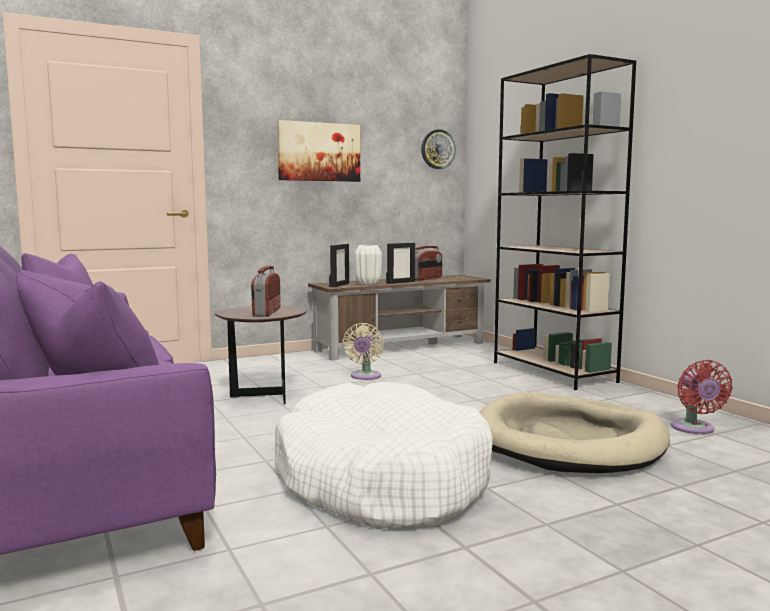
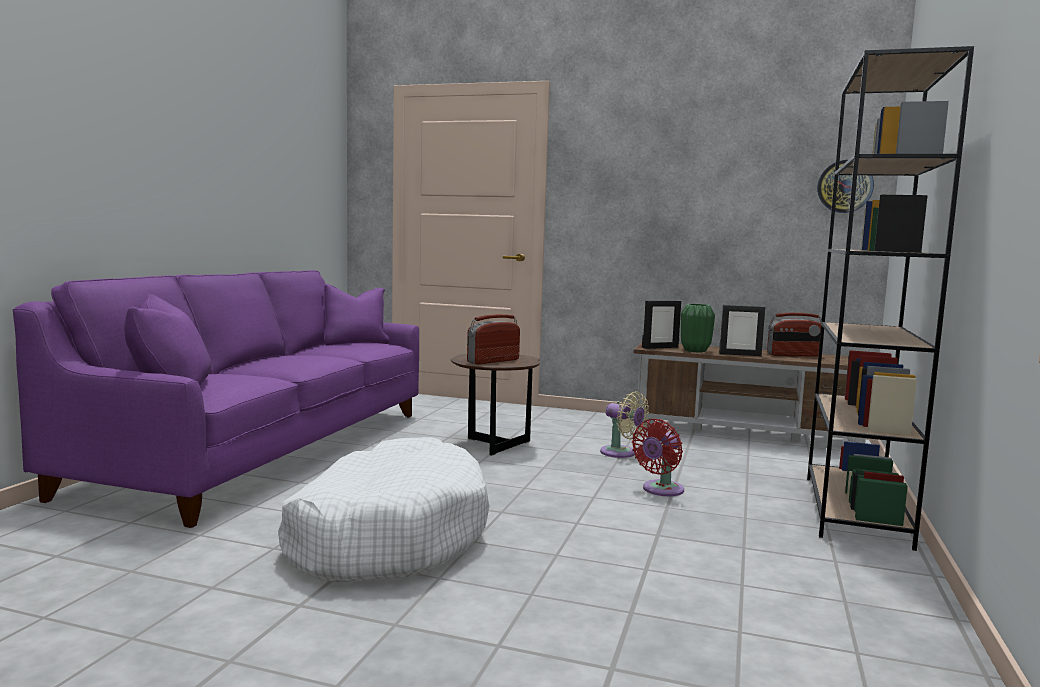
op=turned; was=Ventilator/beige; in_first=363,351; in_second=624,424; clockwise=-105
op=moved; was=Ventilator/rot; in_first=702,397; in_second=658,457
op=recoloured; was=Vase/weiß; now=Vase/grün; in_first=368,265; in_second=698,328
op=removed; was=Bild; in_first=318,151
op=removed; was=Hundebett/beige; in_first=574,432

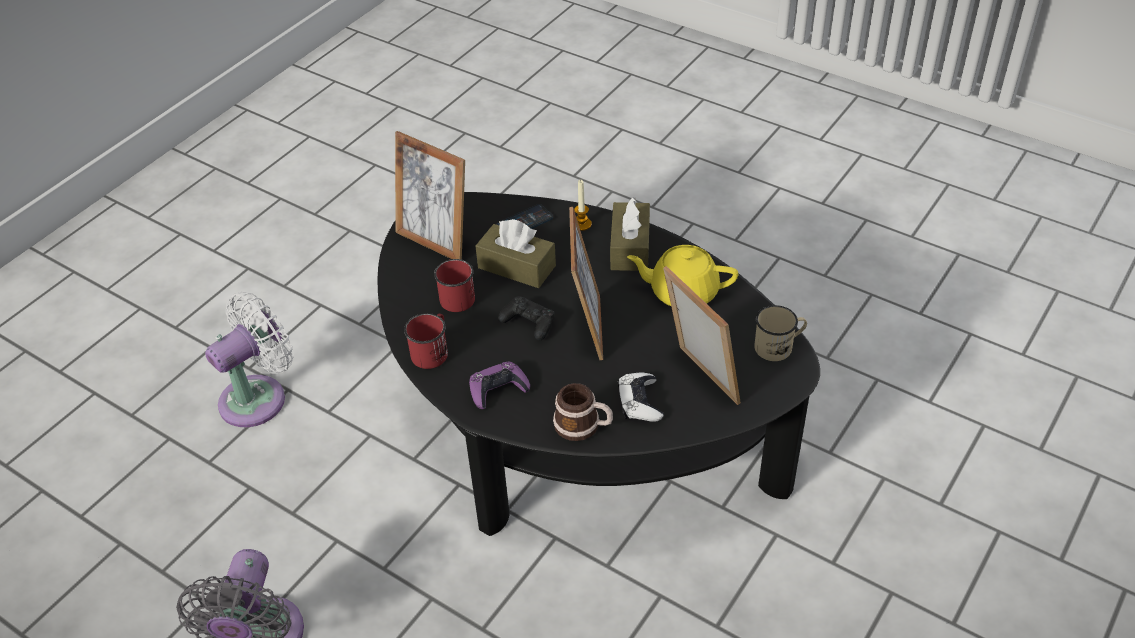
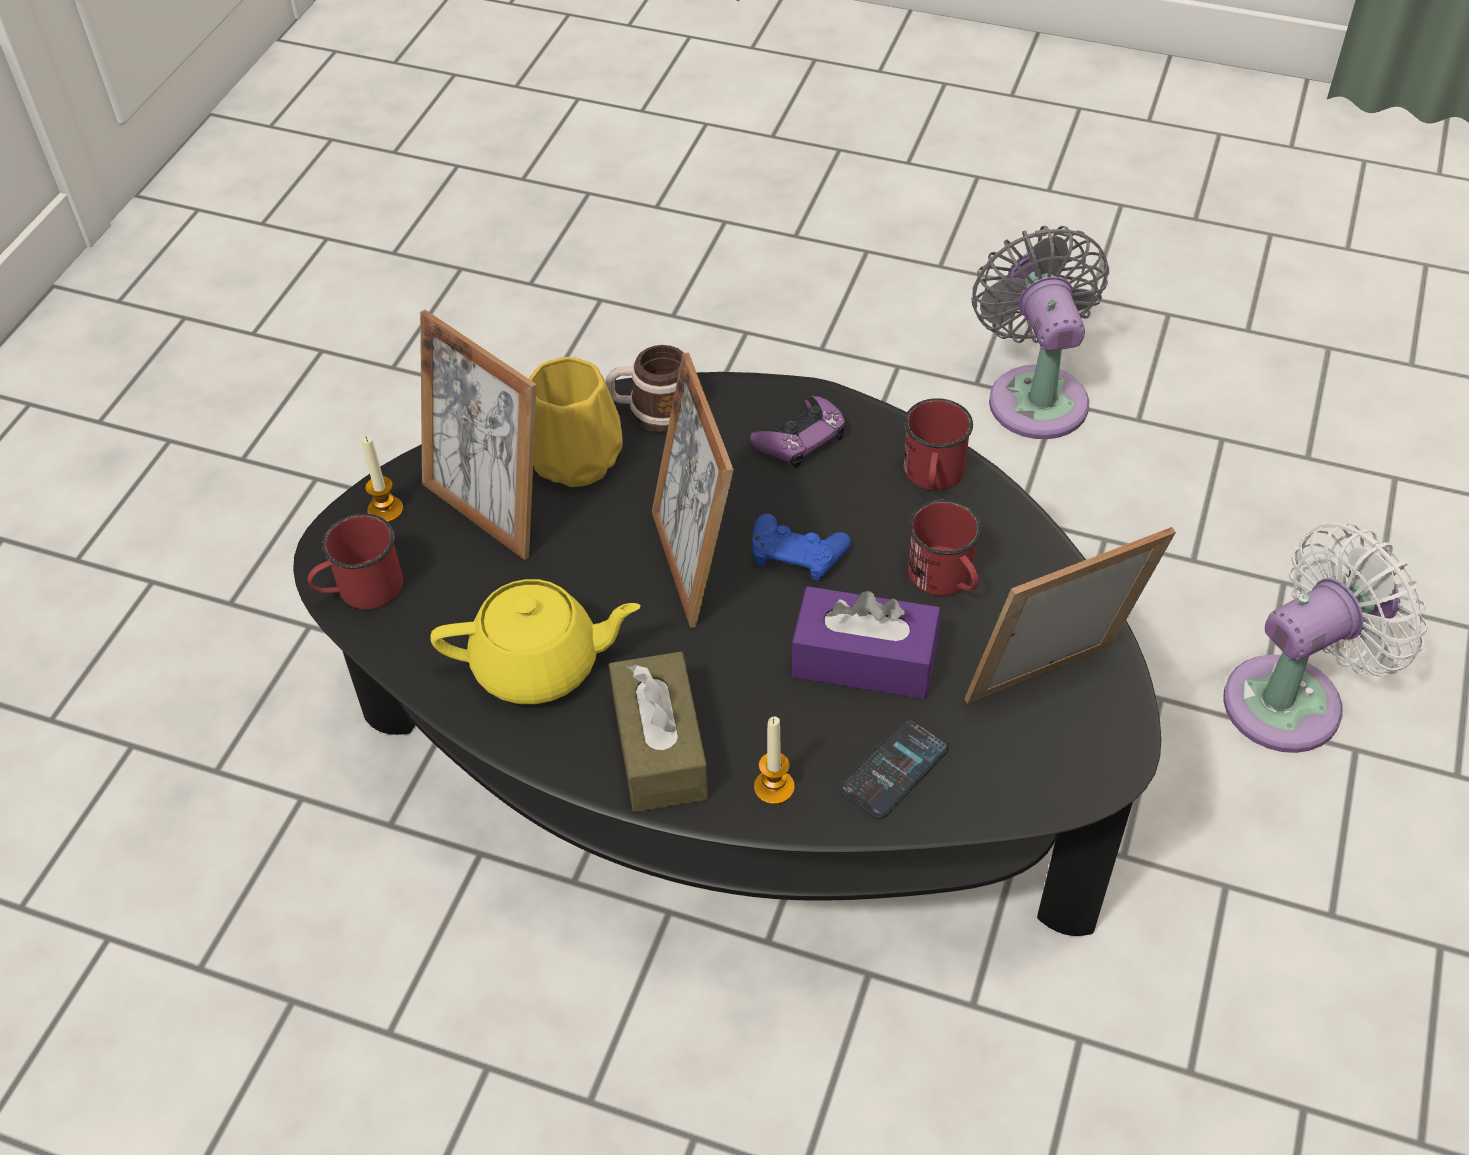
op=recoloured; was=Henkelbecher/beige; now=Henkelbecher/rot; in_first=780,333; in_second=355,561
op=added; now=Kerze; in_second=382,479
op=replaced; was=Gamepad/weiß; now=Vase/gelb; in_first=641,397; in_second=576,422
op=recoloured; was=Gamepad/schwarz; now=Gamepad/blau; in_first=526,318; in_second=801,547
op=recoloured; was=Taschentuchbox/braun; now=Taschentuchbox/lila; in_first=515,253; in_second=866,642
op=turned; was=Bilderrahmen; in_first=430,195; in_second=1070,615; clockwise=-45
op=turned; was=Ventilator/weiß; in_first=249,359; in_second=1325,638; clockwise=-150

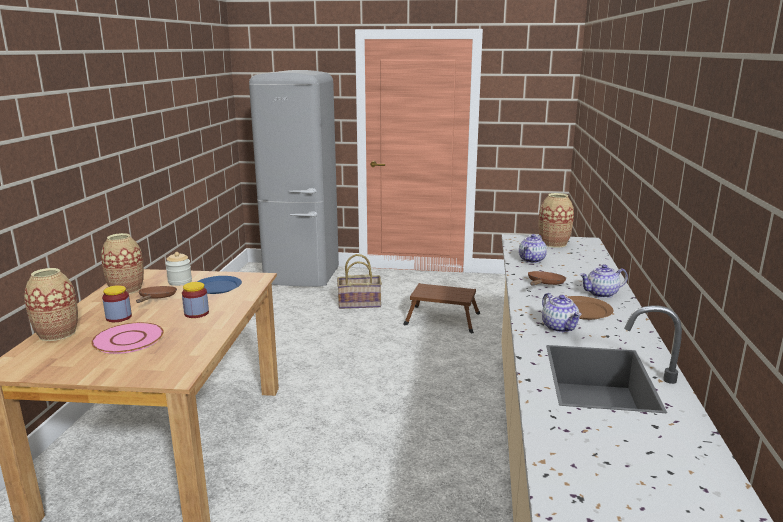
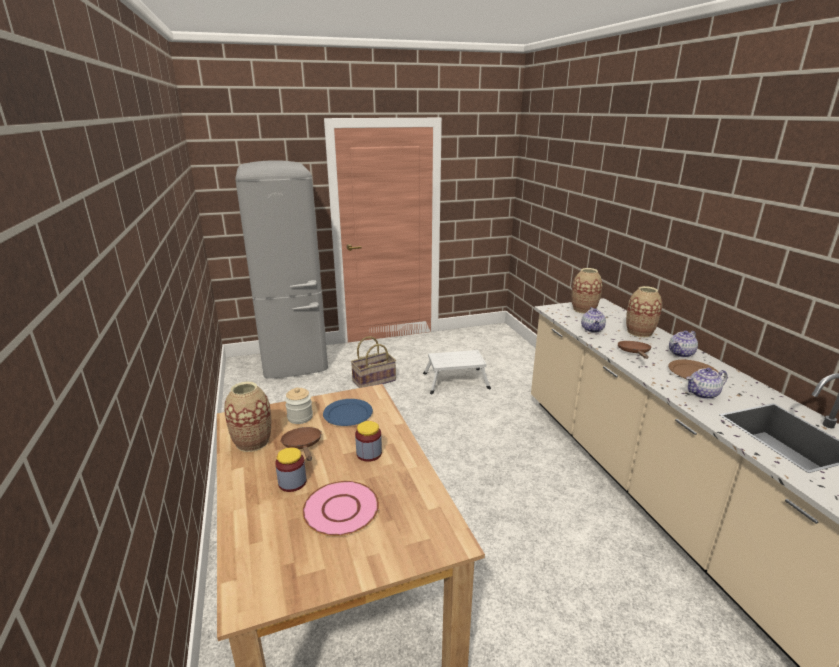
op=recoloured; was=Trittleiter/braun; now=Trittleiter/weiß; in_first=442,308; in_second=457,372
op=moved; was=Vase; in_first=51,304; in_second=644,311
op=turned; was=Teekanne; in_first=562,313; in_second=707,383; clockwise=120

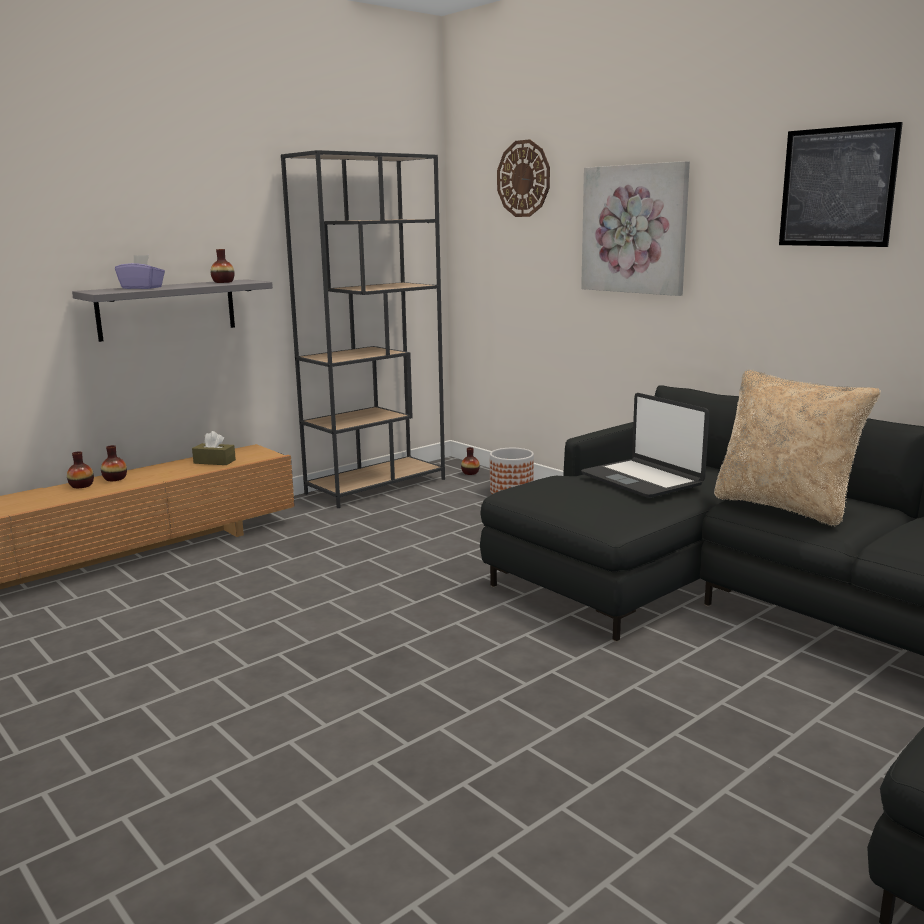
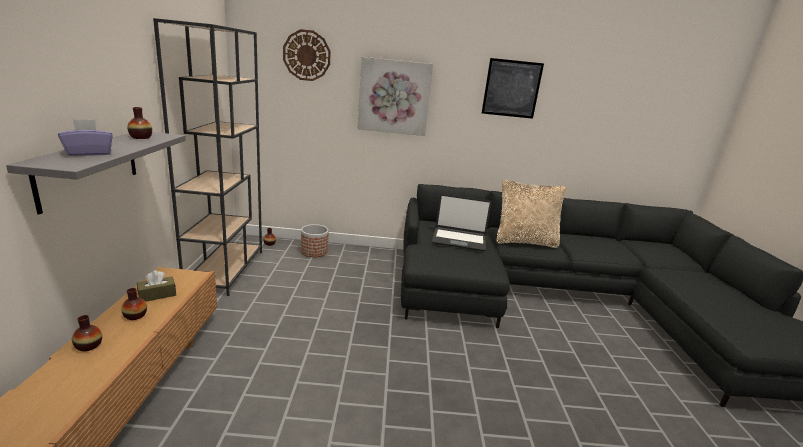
op=moved; was=Vase; in_first=80,469; in_second=134,304

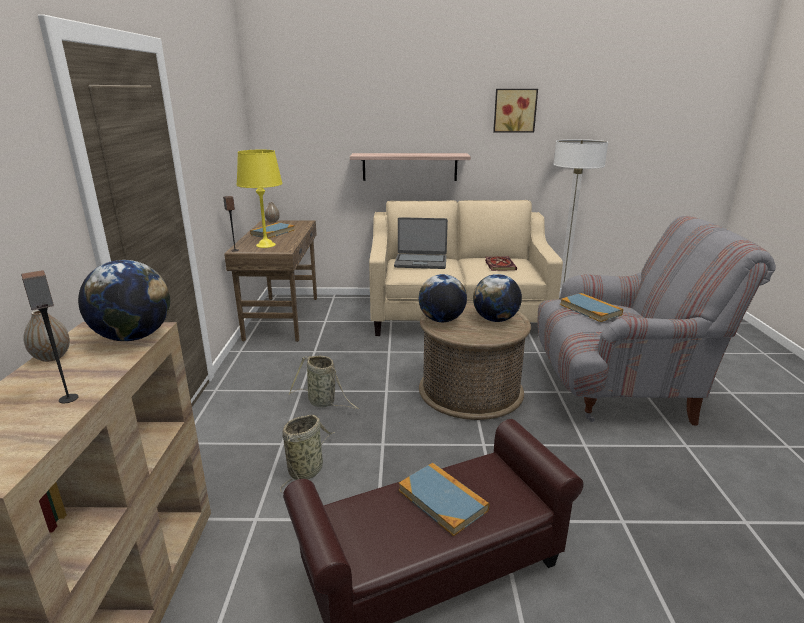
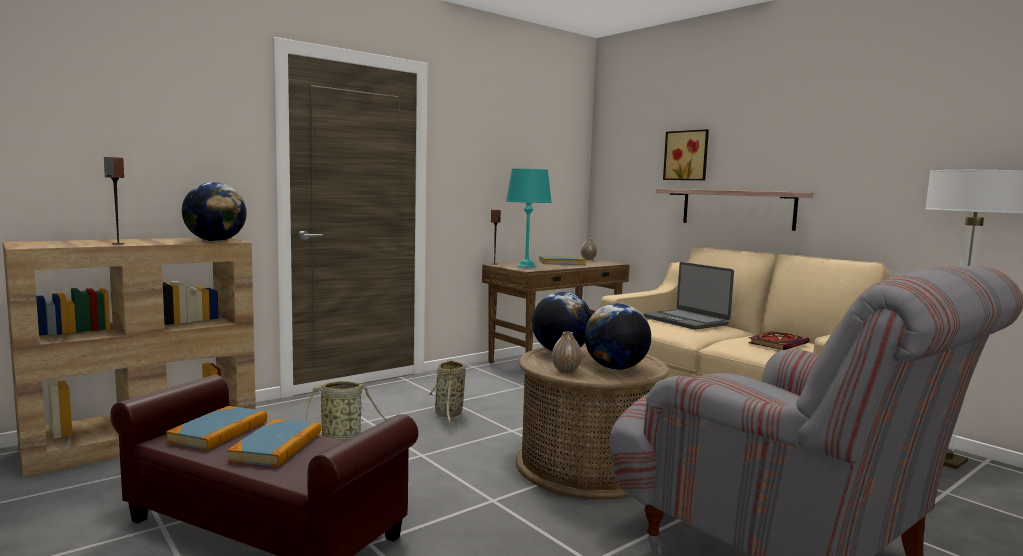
op=moved; was=Buch; in_first=591,307; in_second=216,428
op=recoloured; was=Tischlampe/gelb; now=Tischlampe/türkis; in_first=259,199; in_second=529,218
op=moved; was=Vase; in_first=46,336; in_second=567,352
op=moved; was=Bild; in_first=515,111; in_second=686,154

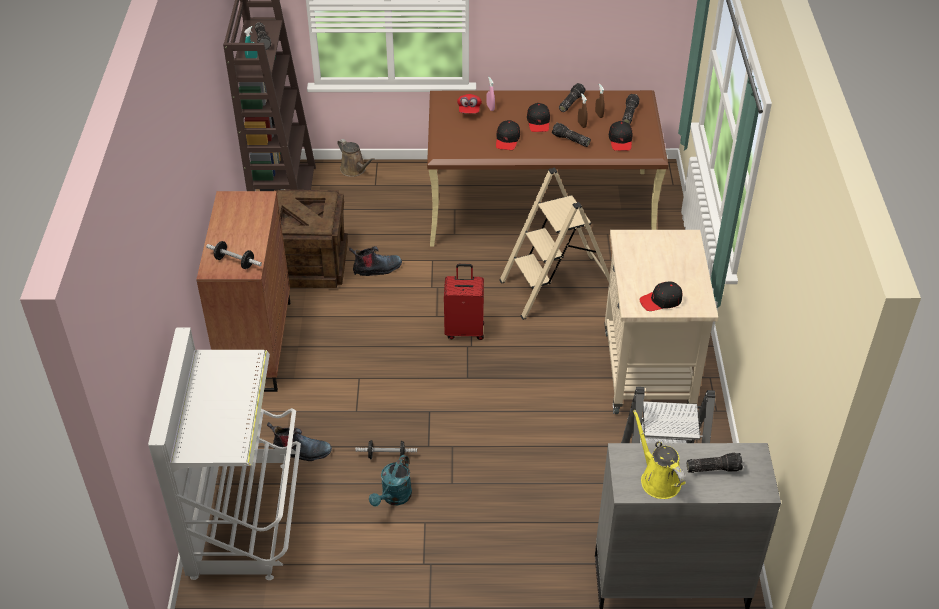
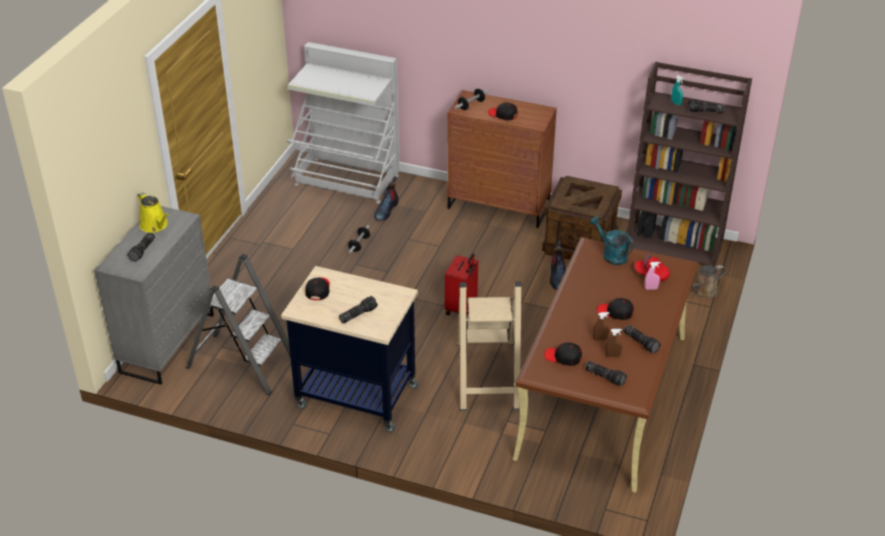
op=turned; was=Gießkanne/gelb; in_first=659,454; in_second=153,212; clockwise=60
op=recoloured; was=Rollwagen/beige; now=Rollwagen/blau; in_first=661,322; in_second=350,349
op=moved; was=Taschenlampe; in_first=571,135; in_second=358,309
op=moved; was=Kappe/schwarz; in_first=508,135; in_second=502,111
op=moved; was=Gießkanne/türkis; in_first=390,481; in_second=612,240

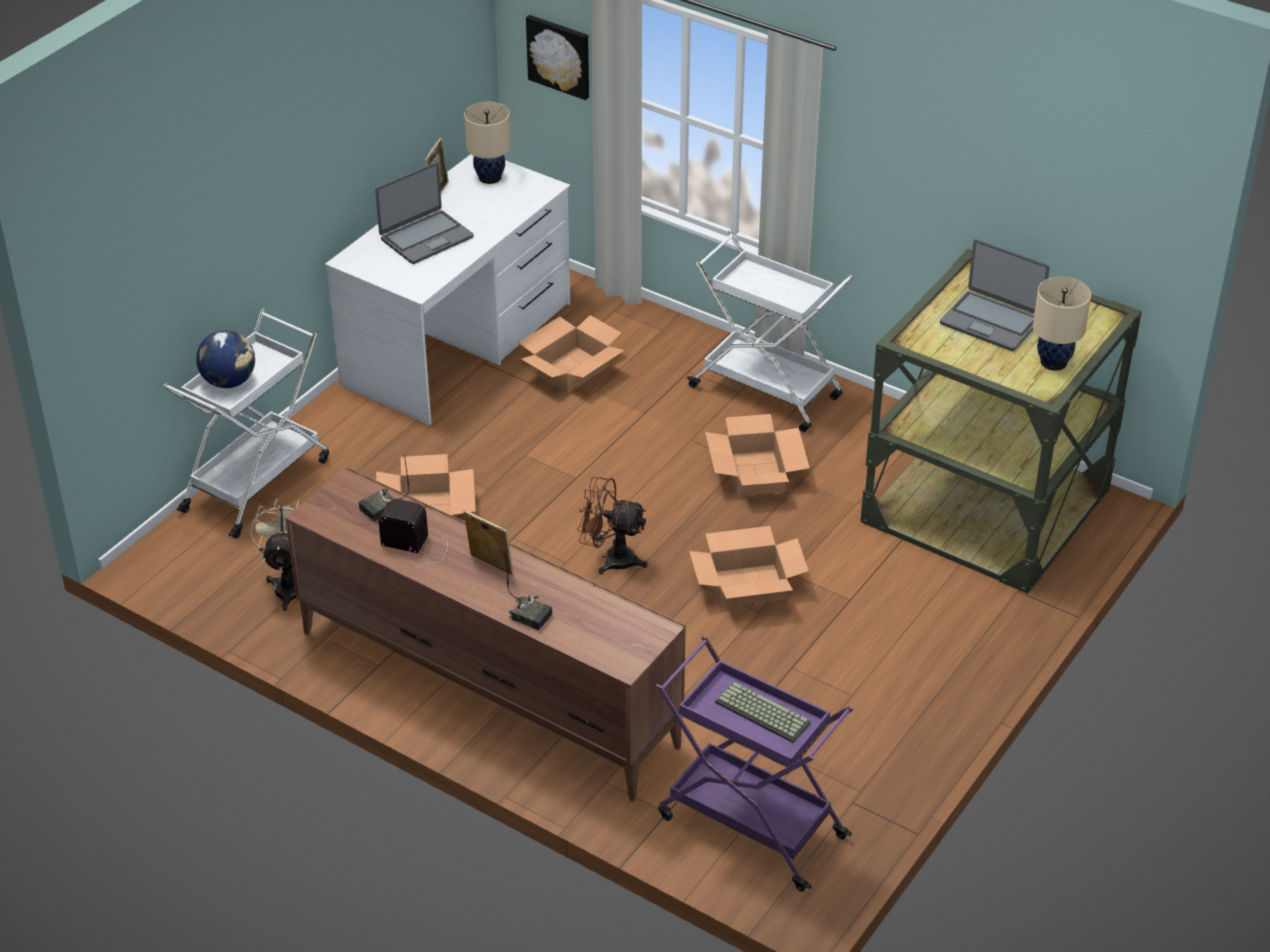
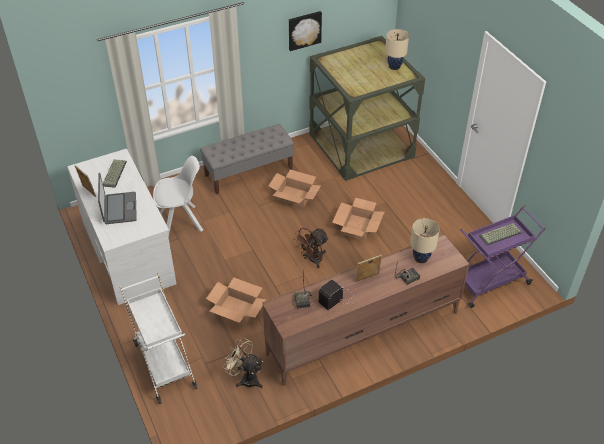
op=added; now=Tastatur; in_second=115,173
op=replaced; was=Karton; now=Stuhl/weiß; in_first=571,354; in_second=178,196
op=replaced; was=Rollwagen/weiß; now=Bank/grau; in_first=769,331; in_second=247,159
op=moved; was=Bild; in_first=557,57; in_second=305,31
op=moved; was=Tischlampe/beige; in_first=487,143; in_second=425,240
op=removed; was=Globus; in_first=225,359
op=removed; was=Laptop; in_first=995,295

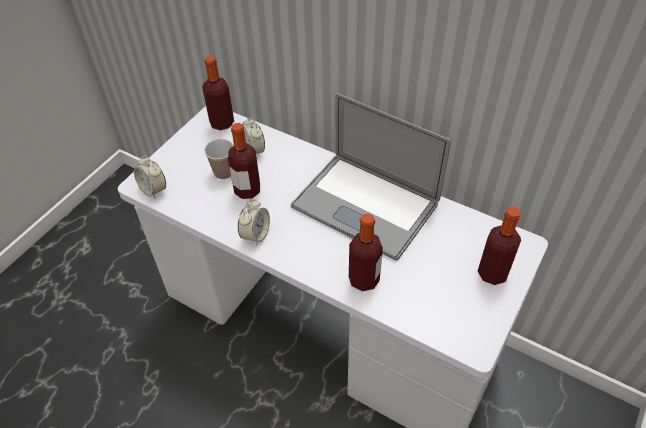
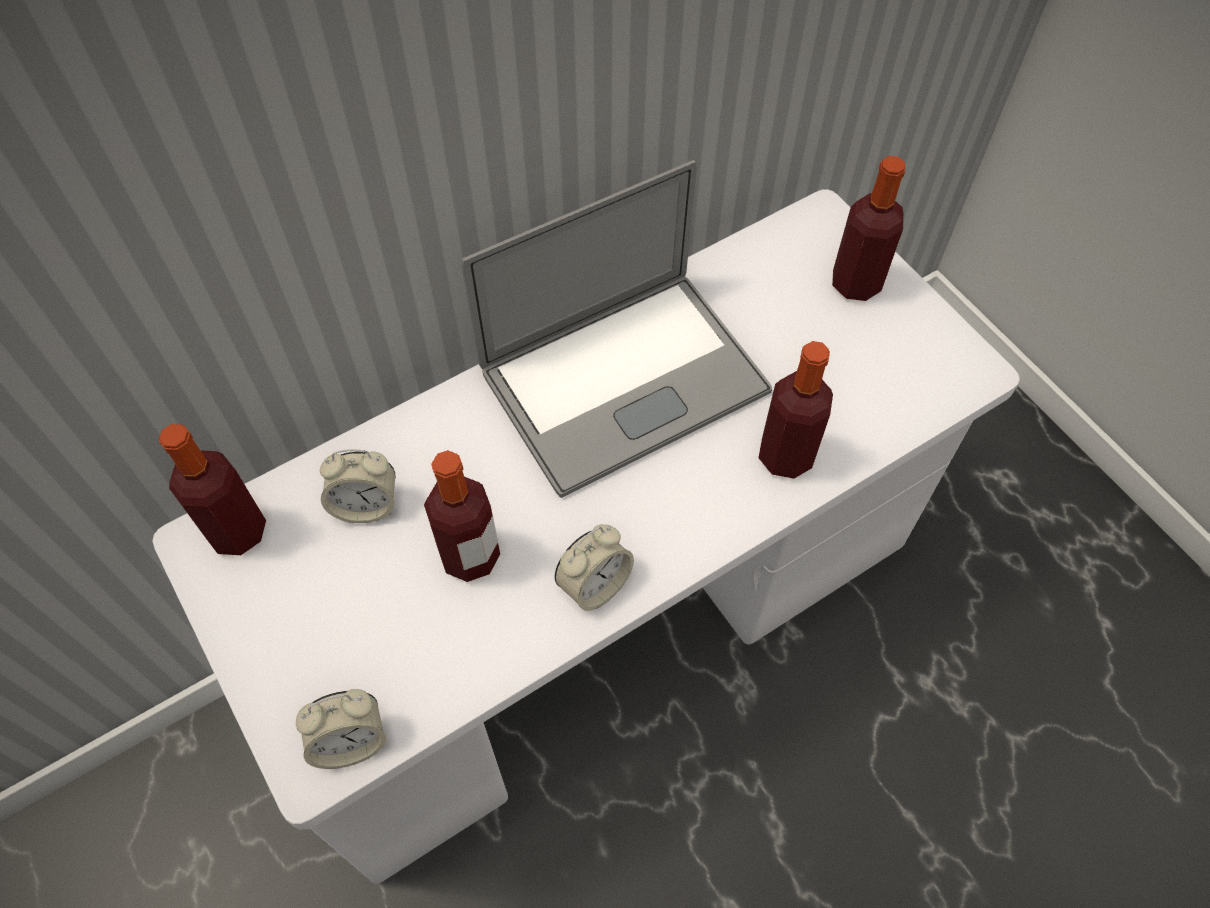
op=turned; was=Wecker; in_first=254,222; in_second=594,567; clockwise=90
op=removed; was=Tasse; in_first=219,159

